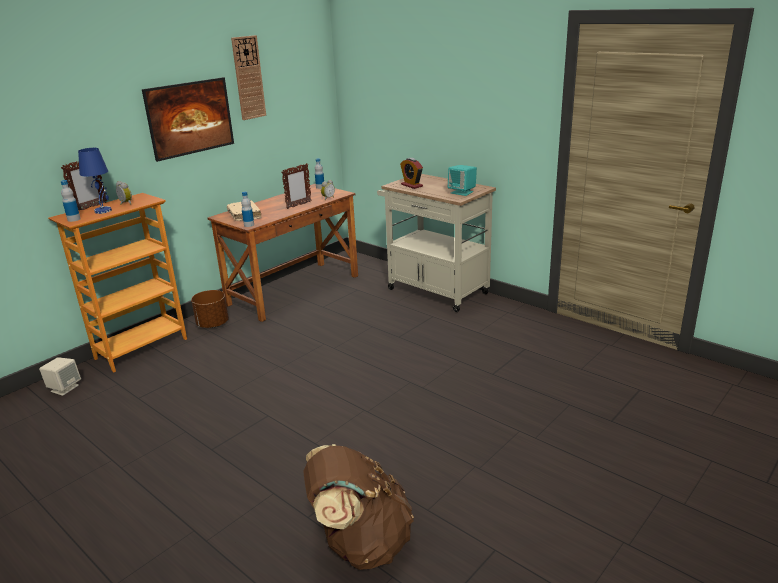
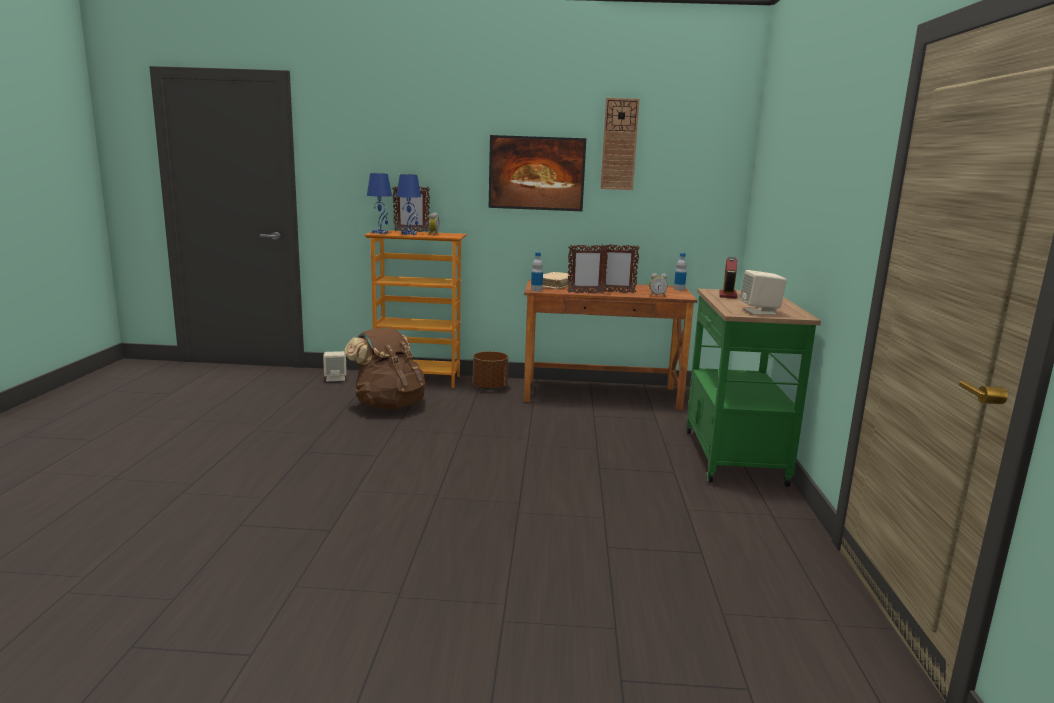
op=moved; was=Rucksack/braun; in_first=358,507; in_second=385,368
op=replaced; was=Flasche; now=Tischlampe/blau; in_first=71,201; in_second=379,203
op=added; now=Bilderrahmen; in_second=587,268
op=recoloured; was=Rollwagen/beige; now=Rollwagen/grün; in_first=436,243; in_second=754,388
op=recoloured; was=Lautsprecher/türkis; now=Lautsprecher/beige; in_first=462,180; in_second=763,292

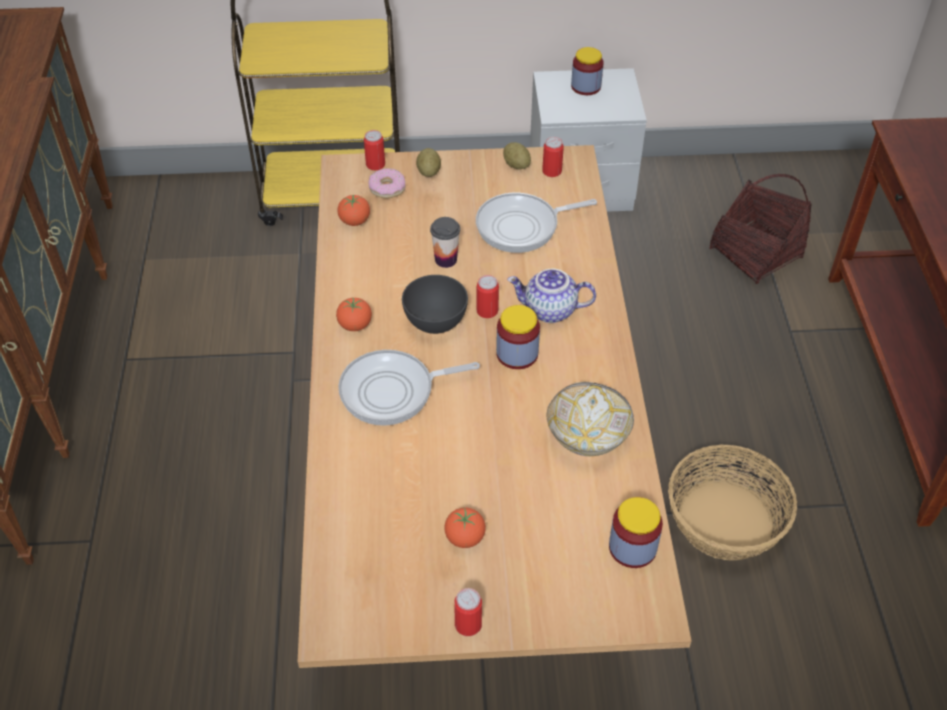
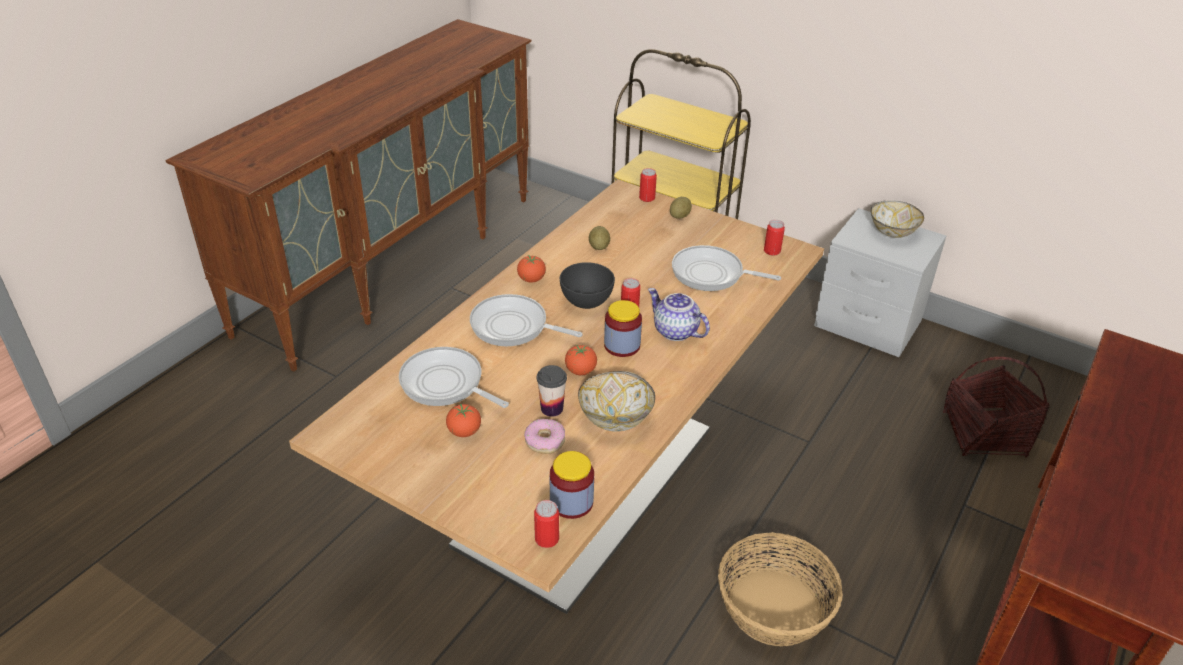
op=added; now=Pfanne; in_second=454,377
op=moved; was=Donut; in_first=387,183; in_second=544,436
op=moved; was=Dose; in_first=468,612; in_second=546,524
op=moved; was=Tasse; in_first=445,242; in_second=552,391
op=moved; was=Tomate; in_first=353,210; in_second=581,360
op=moved; was=Kartoffel; in_first=517,156; in_second=599,238
op=replaced; was=Vorratsglas; now=Schüssel; in_first=587,71; in_second=897,219

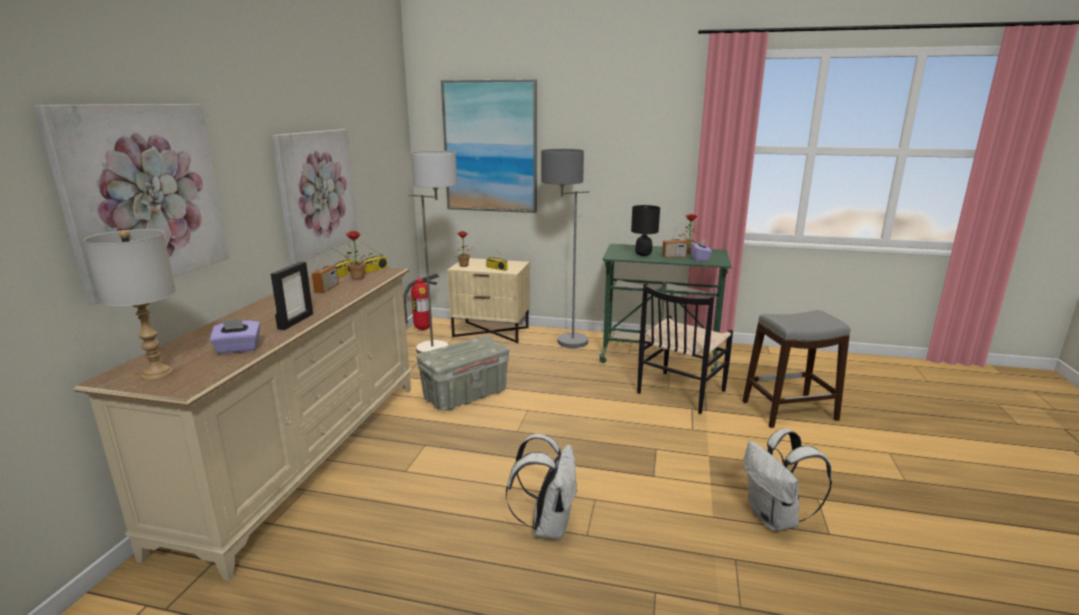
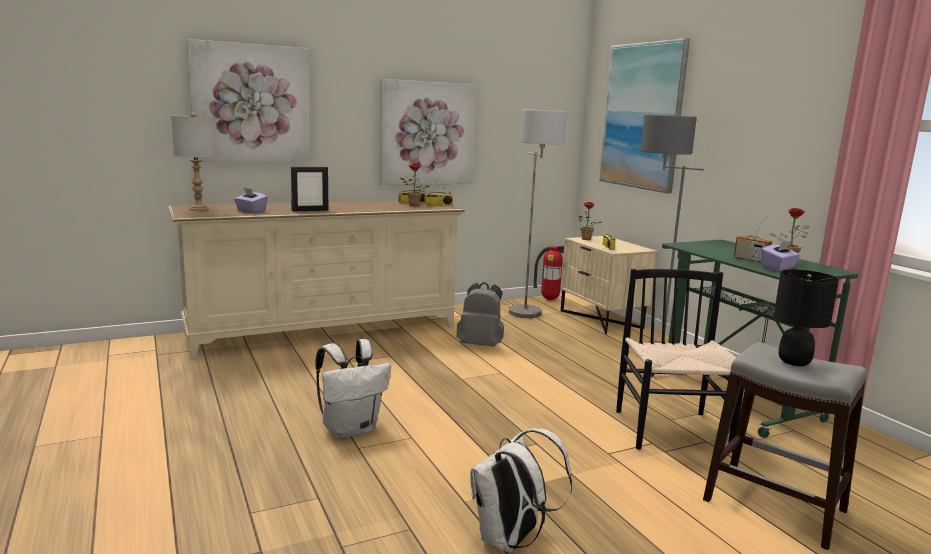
op=replaced; was=Aufbewahrungsbox/grau; now=Rucksack/grau; in_first=463,373; in_second=480,314
op=turned; was=Stuhl/schwarz; in_first=685,348; in_second=680,360; clockwise=90
op=moved; was=Tischlampe/schwarz; in_first=645,230; in_second=806,317
op=removed; was=Radio; in_first=325,269

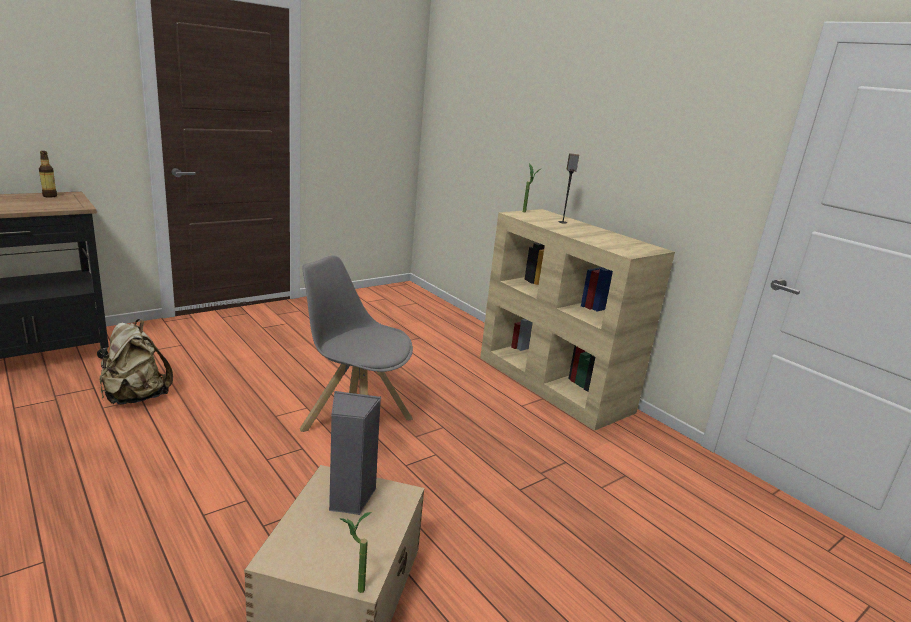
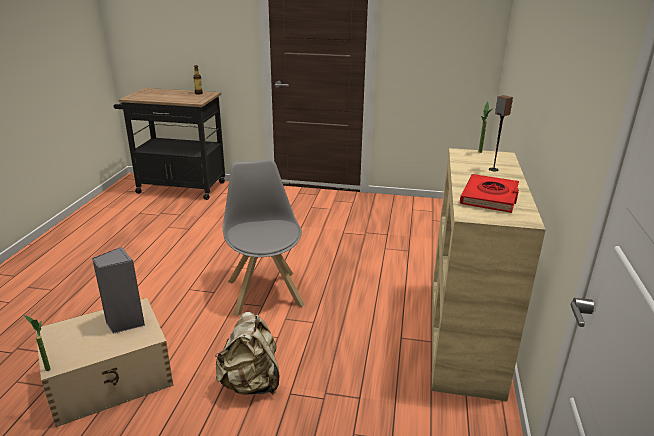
op=moved; was=Rucksack/beige; in_first=136,361; in_second=247,353
op=added; now=Buch/rot; in_second=489,193

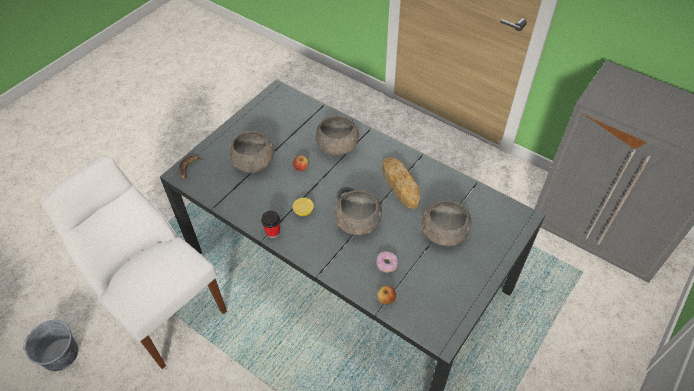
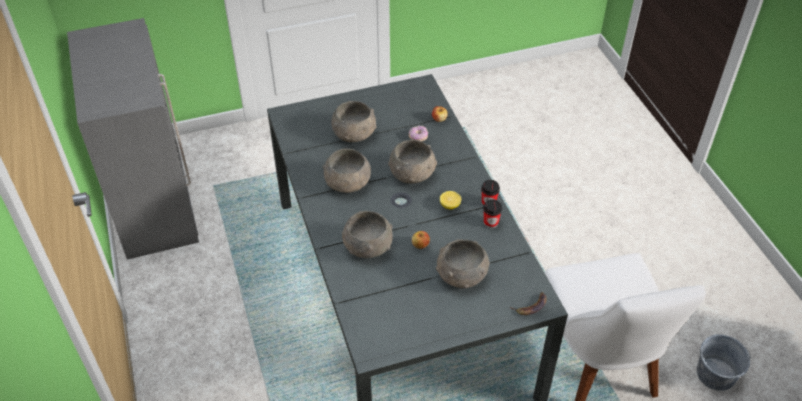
op=replaced; was=Brot; now=Schüssel/grau; in_first=401,183; in_second=347,171
op=added; now=Tasse; in_second=492,214

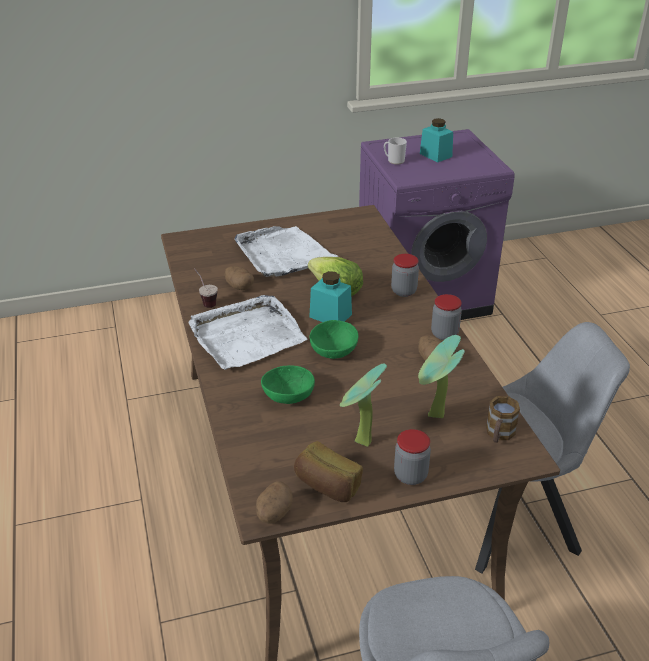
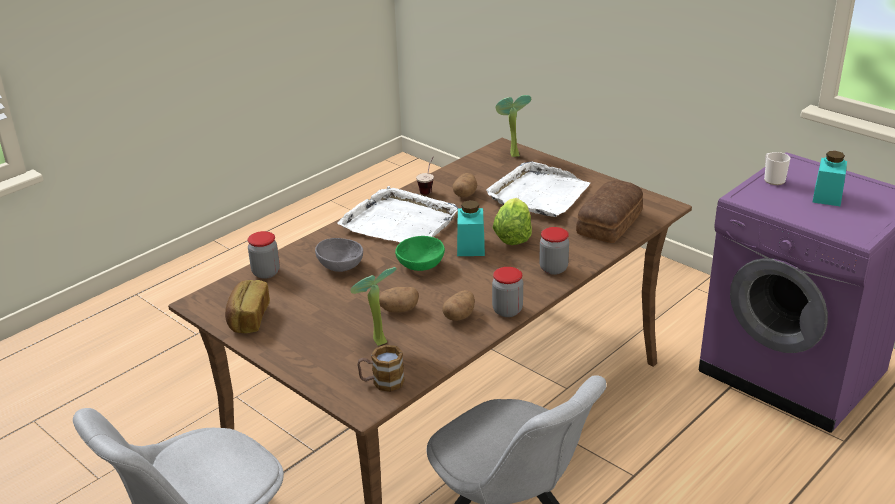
op=moved; was=Vorratsglas; in_first=412,457; in_second=264,255
op=recoloured; was=Schüssel/grün; now=Schüssel/grau; in_first=288,384; in_second=339,255
op=moved; was=Kartoffel; in_first=274,502; in_second=399,300
op=moved; was=Topfpflanze; in_first=363,405; in_second=513,126
op=added; now=Brot; in_second=609,211

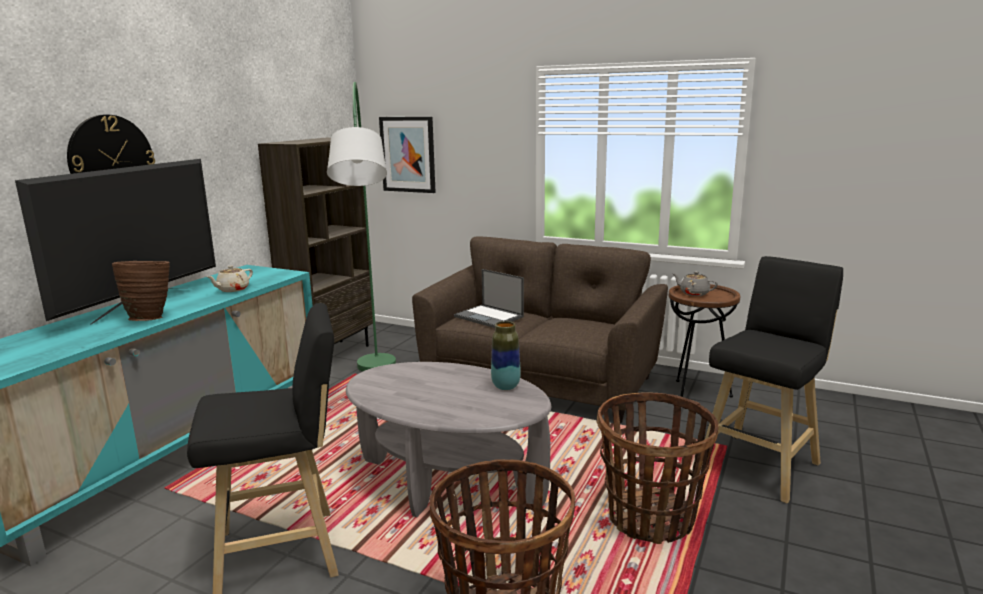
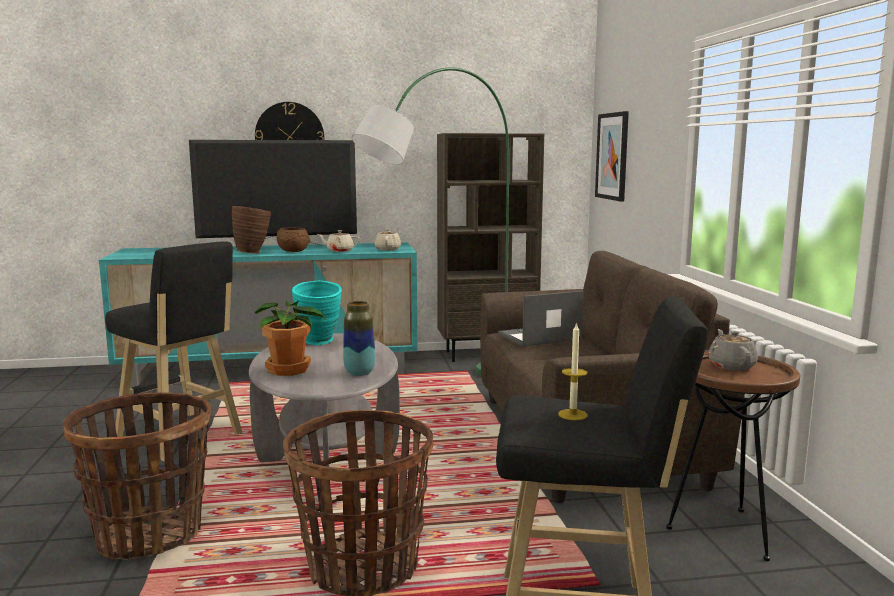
op=added; now=Topfpflanze; in_second=290,338
op=added; now=Schüssel/braun; in_second=293,239
op=added; now=Vase/türkis; in_second=317,313
op=added; now=Teekanne/beige; in_second=387,240
op=turned; was=Laptop; in_first=489,298; in_second=540,318; clockwise=60
op=added; now=Kerze; in_second=573,371

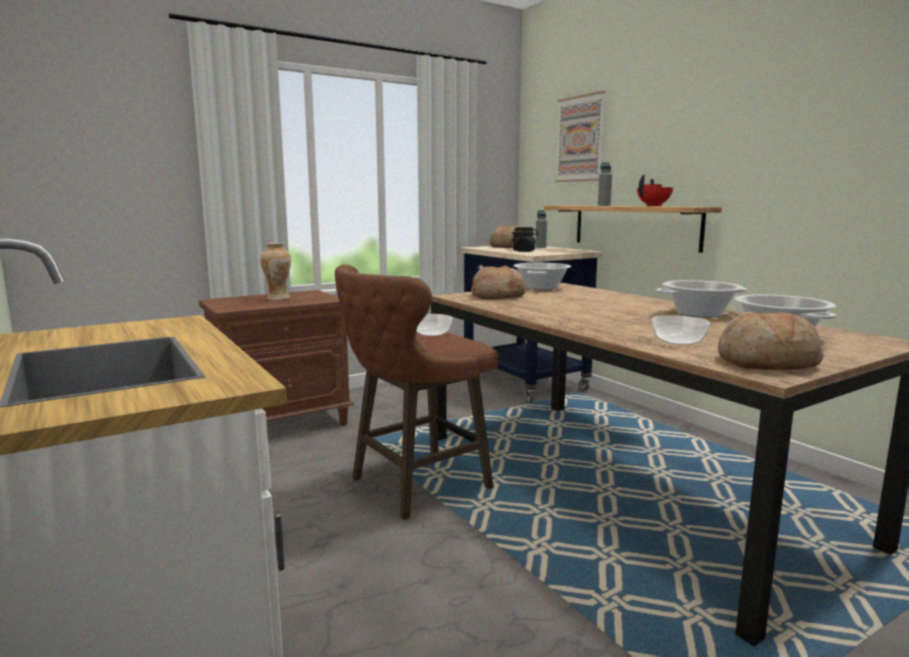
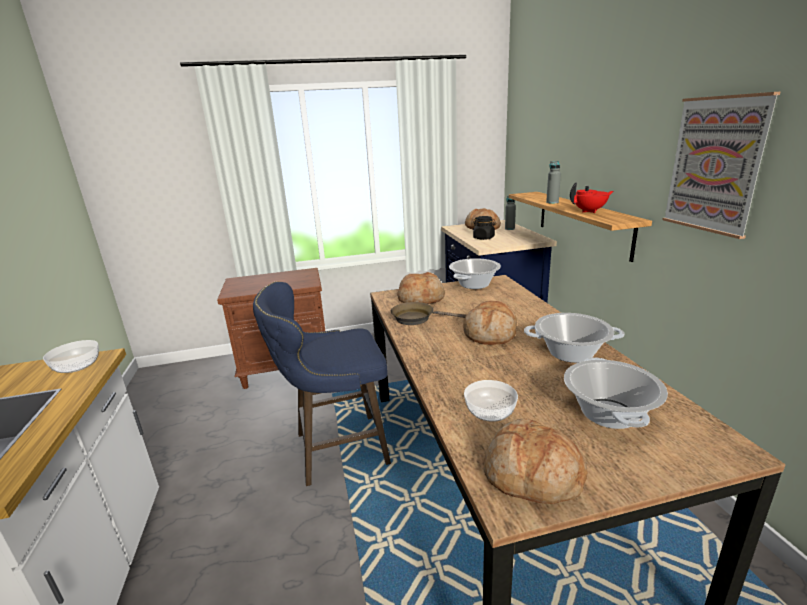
op=moved; was=Schüssel; in_first=434,325; in_second=71,356
op=recoloured; was=Hocker/braun; now=Hocker/blau; in_first=416,392; in_second=322,383
op=added; now=Pfanne/braun; in_second=428,313
op=added; now=Brot; in_second=490,323
op=moved; was=Bild; in_first=580,136; in_second=721,165
op=removed; was=Vase; in_first=275,271

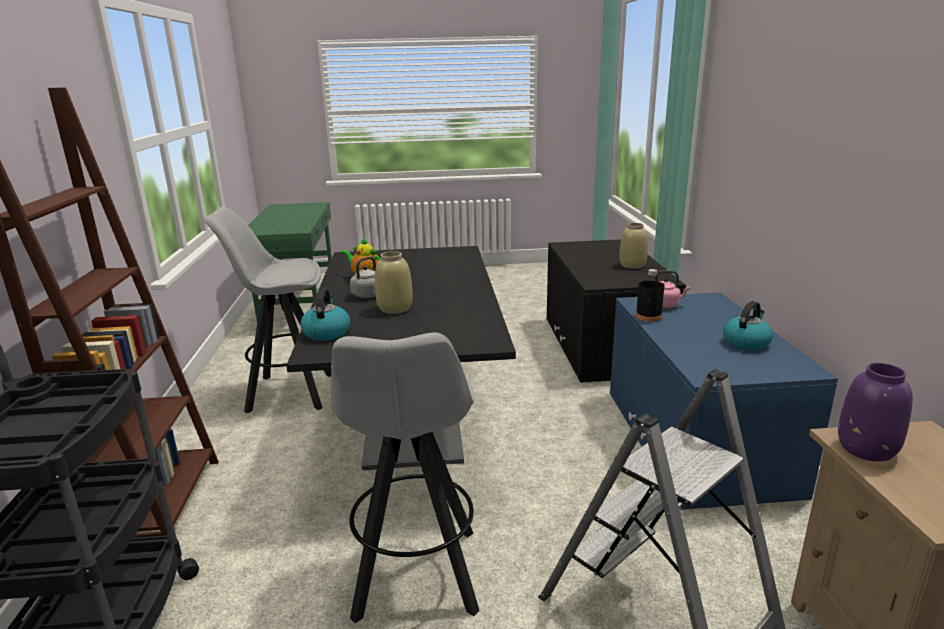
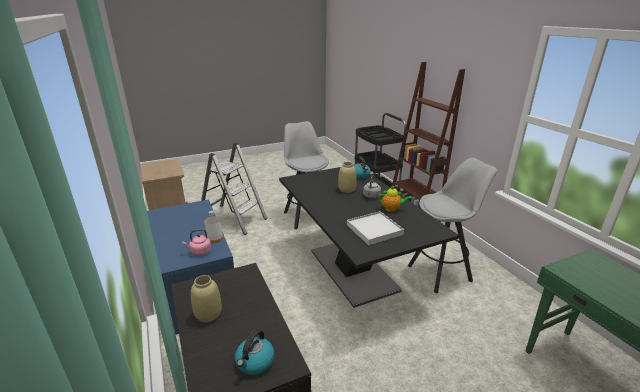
op=recoloured; was=Flasche/schwarz; now=Flasche/weiß; in_first=650,295; in_second=213,227
op=moved; was=Wasserkessel; in_first=748,326; in_second=255,352
op=added; now=Tablett/weiß; in_second=375,228
op=removed; was=Vase/lila; in_first=875,412

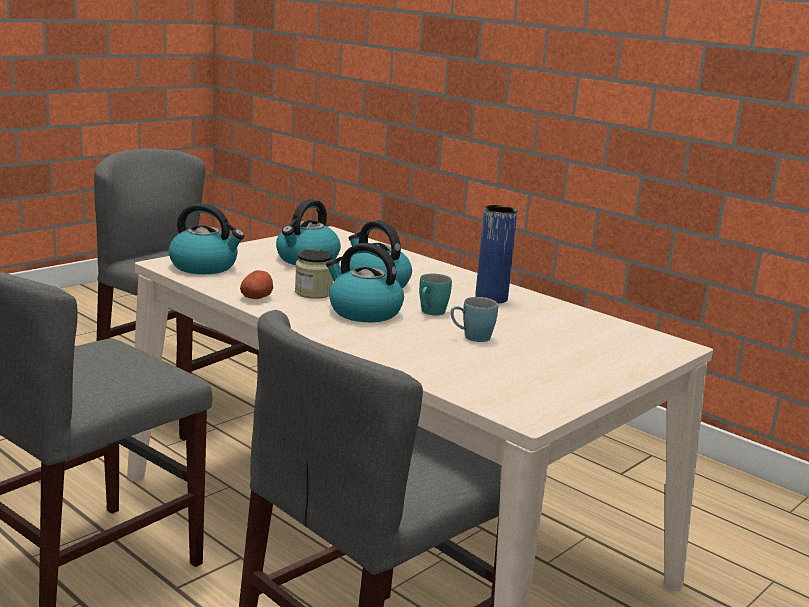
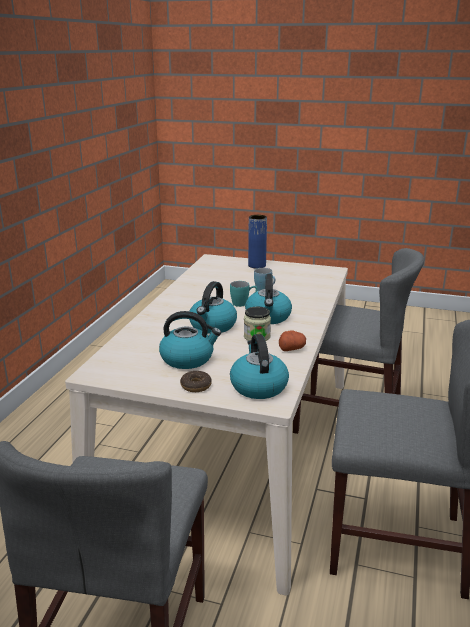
op=added; now=Donut; in_second=196,381
op=moved; was=Vase/blau; in_first=496,254; in_second=257,242

